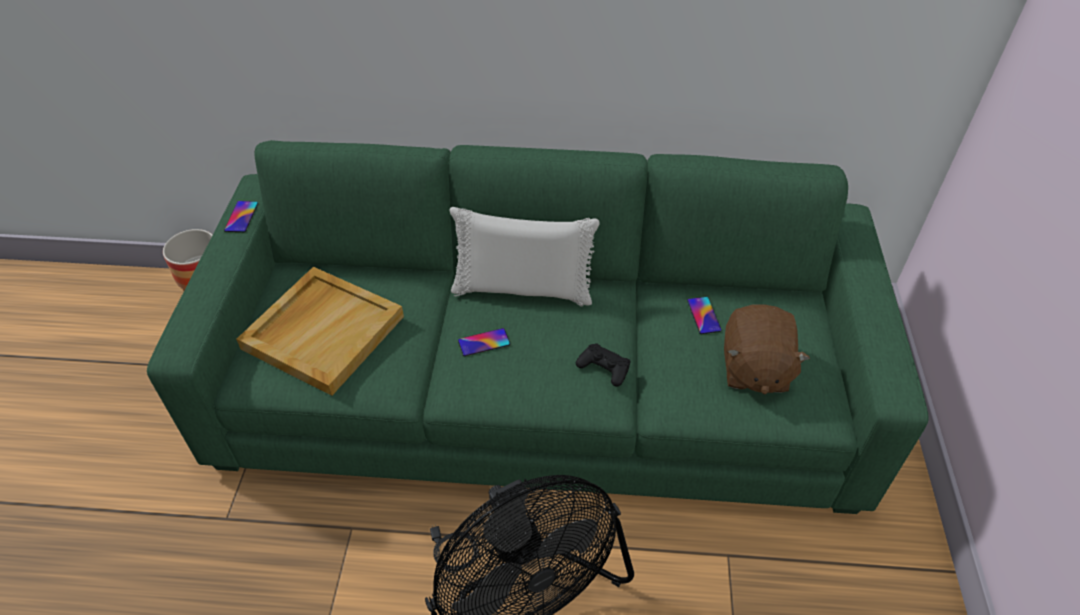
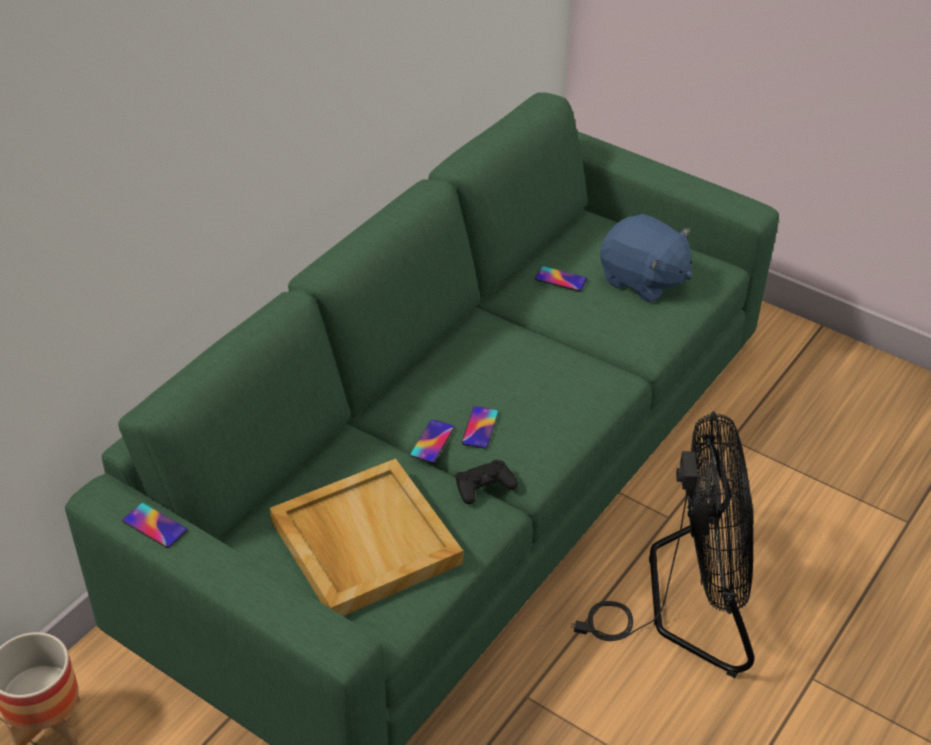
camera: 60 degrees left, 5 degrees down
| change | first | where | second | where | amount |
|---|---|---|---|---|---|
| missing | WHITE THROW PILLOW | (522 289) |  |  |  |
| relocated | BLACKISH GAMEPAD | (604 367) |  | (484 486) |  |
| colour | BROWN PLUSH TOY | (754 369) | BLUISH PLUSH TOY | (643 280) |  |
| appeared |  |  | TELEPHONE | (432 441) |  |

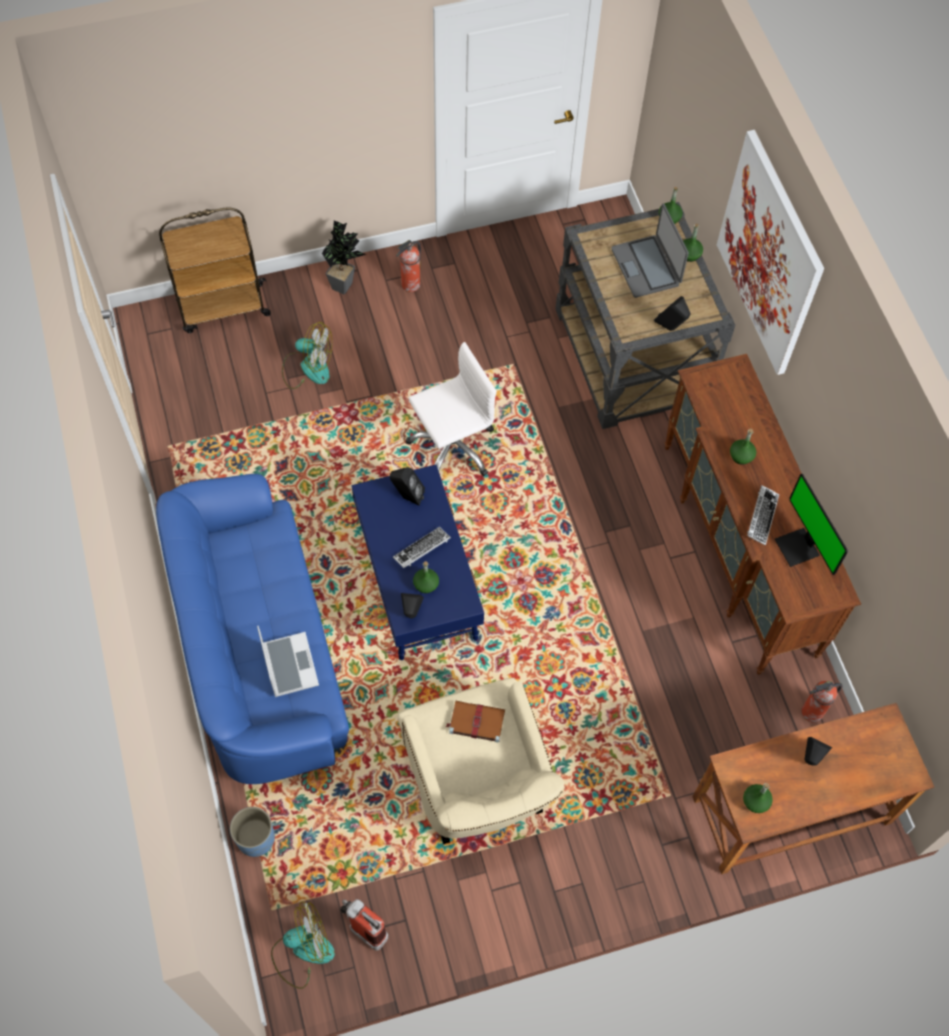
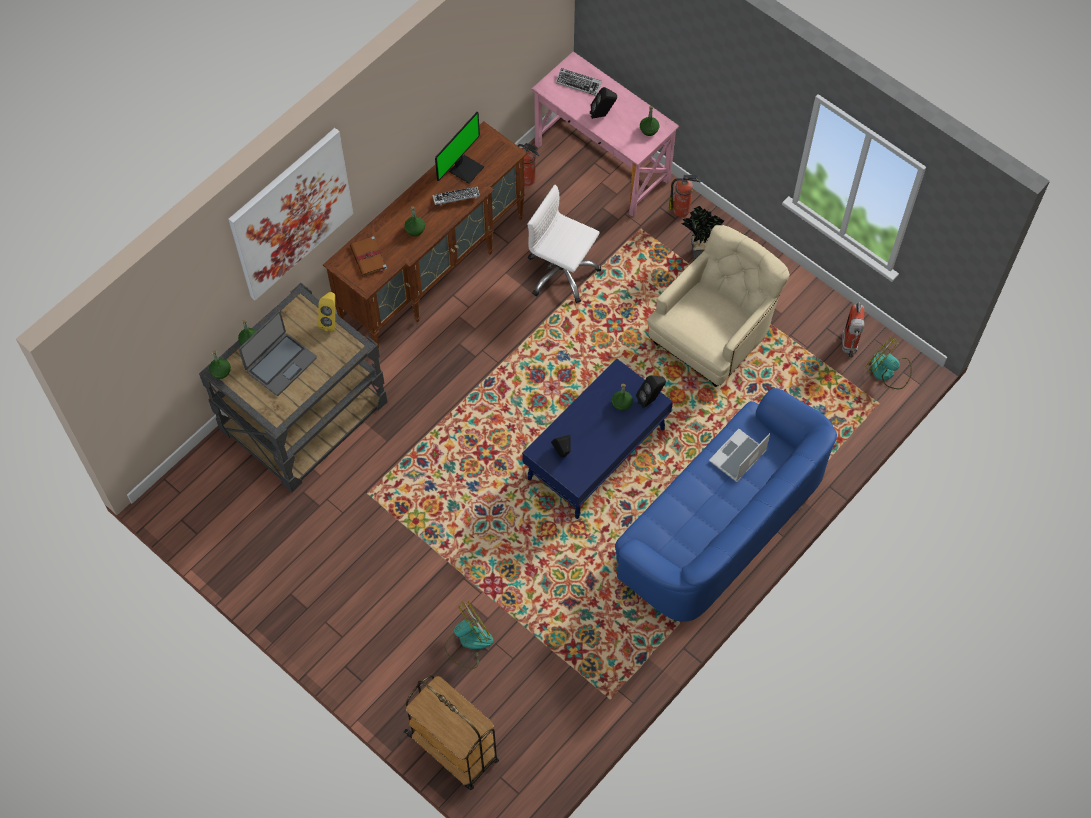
camera: 120 degrees left, 0 degrees up
| change | first | where | second | where | amount |
|---|---|---|---|---|---|
| missing | BLUISH PLANT POT | (255 838) |  |  |  |
| spun | FAN | (307 367) |  | (468 642) | 75 degrees clockwise |
| relocated | HOUSEPLANT | (345 284) |  | (696 252) |  |
| relocated | COMPUTER KEYBOARD | (422 549) |  | (579 83) |  |
| relocated | FIRE EXTINGUISHER | (410 285) |  | (682 210) |  |
| relocated | WHITE DESK CHAIR | (452 446) |  | (561 273) |  |
| relocated | BROWN BOOK | (476 722) |  | (368 258) |  |
| colour | BLACKISH AUDIO SPEAKER | (670 328) | YELLOWISH AUDIO SPEAKER | (331 321) |  |
| colour | BROWN DESK TABLE | (791 811) | PINK DESK TABLE | (602 162) |  |

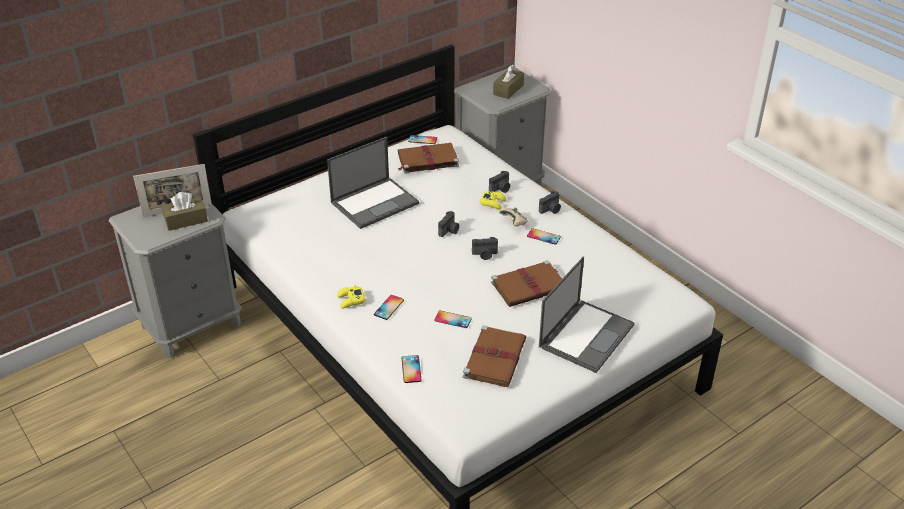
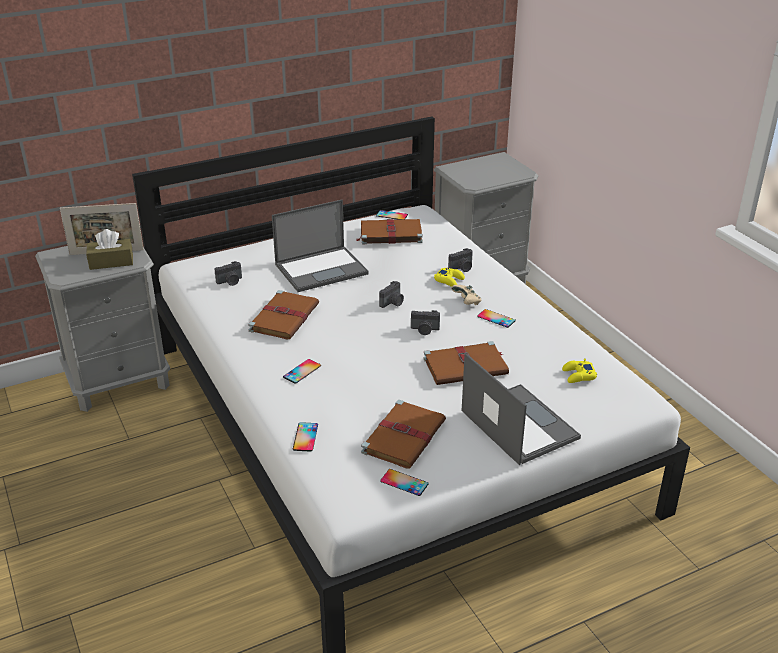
camera: 10 degrees right, 5 degrees down
| change | first | where | second | where | amount |
|---|---|---|---|---|---|
| relocated | YELLOWISH GAMEPAD | (351 300) |  | (578 375) |  |
| relocated | TELEPHONE | (453 319) |  | (404 482) |  |
| missing | BROWN TISSUE BOX | (508 90) |  |  |  |
| relocated | PHOTO CAMERA | (551 210) |  | (230 281) |  |
| spun | LAPTOP | (586 335) |  | (518 424) | 75 degrees counterclockwise |
| appeared |  |  | BROWN BOOK | (285 317) |  |

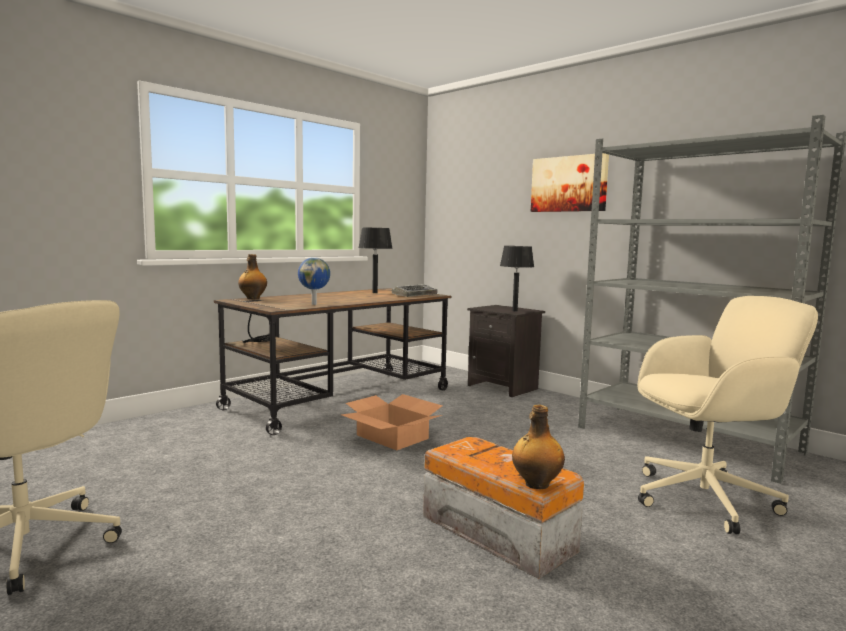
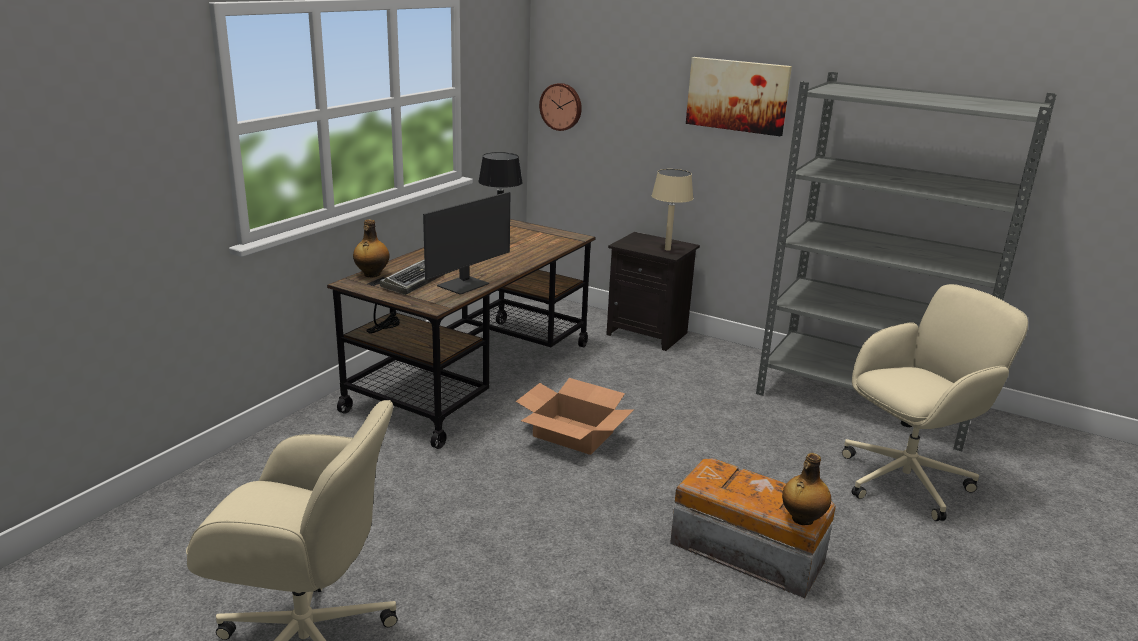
camera: 15 degrees left, 15 degrees up
| change | first | where | second | where | amount |
|---|---|---|---|---|---|
| exchanged | DESK GLOBE | (314 304) | COMPUTER SCREEN | (464 285) |  |
| relocated | COMPUTER KEYBOARD | (415 295) |  | (413 282) |  |
| colour | BLACKISH TABLE LAMP | (514 311) | BEIGE-COLOURED TABLE LAMP | (667 249) |  |
| appeared |  |  | HANGING CLOCK | (561 106) |  |

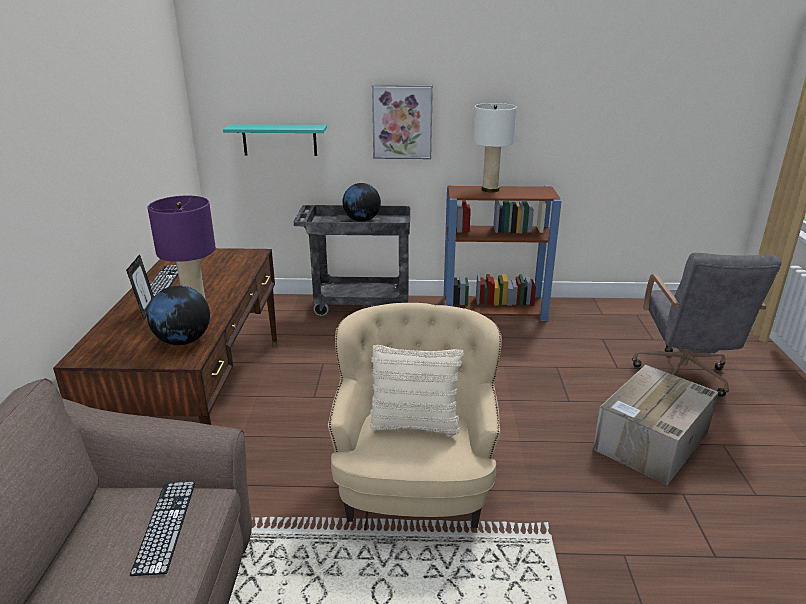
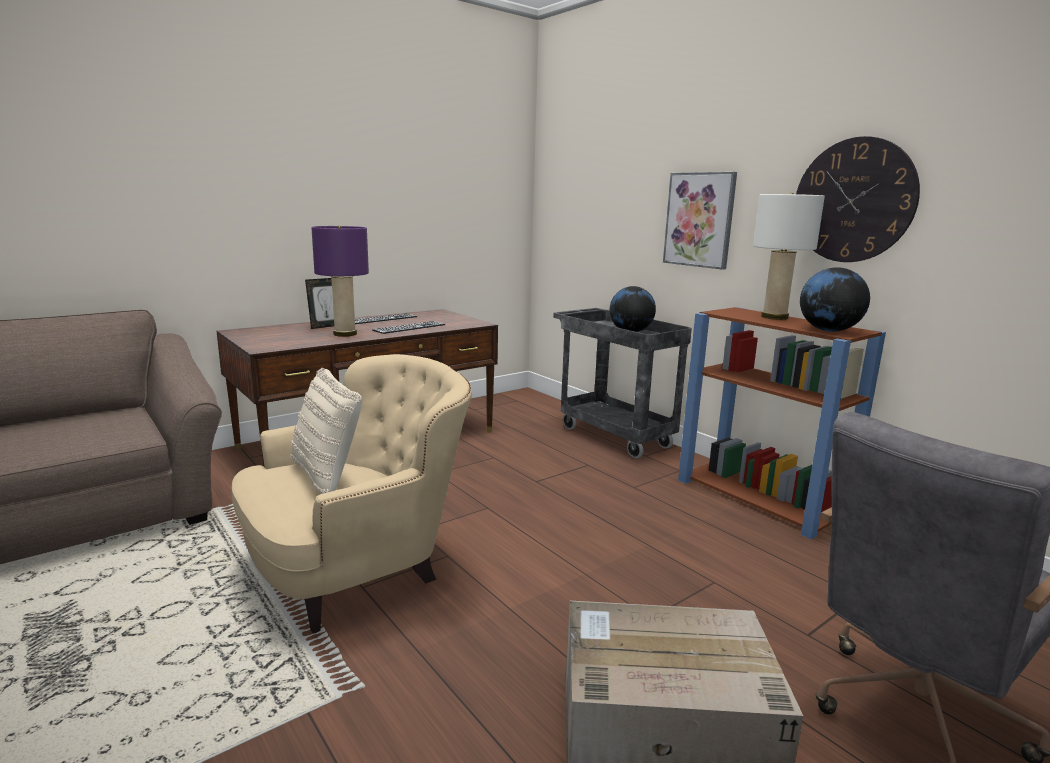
camera: 50 degrees right, 10 degrees down
| change | first | where | second | where | amount |
|---|---|---|---|---|---|
| relocated | COMPUTER KEYBOARD | (165 525) |  | (409 327) |  |
| relocated | DESK GLOBE | (183 341) |  | (829 330) |  |
| missing | TURQUOISE BRACKET SHELF | (279 140) |  |  |  |
| appeared |  |  | HANGING CLOCK | (853 200) |  |

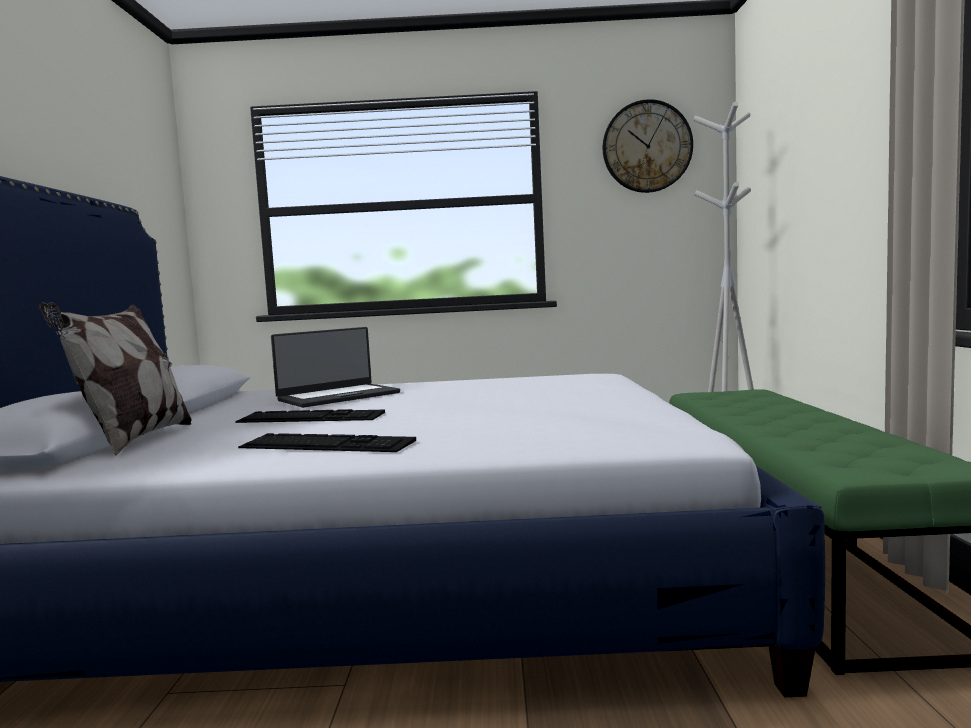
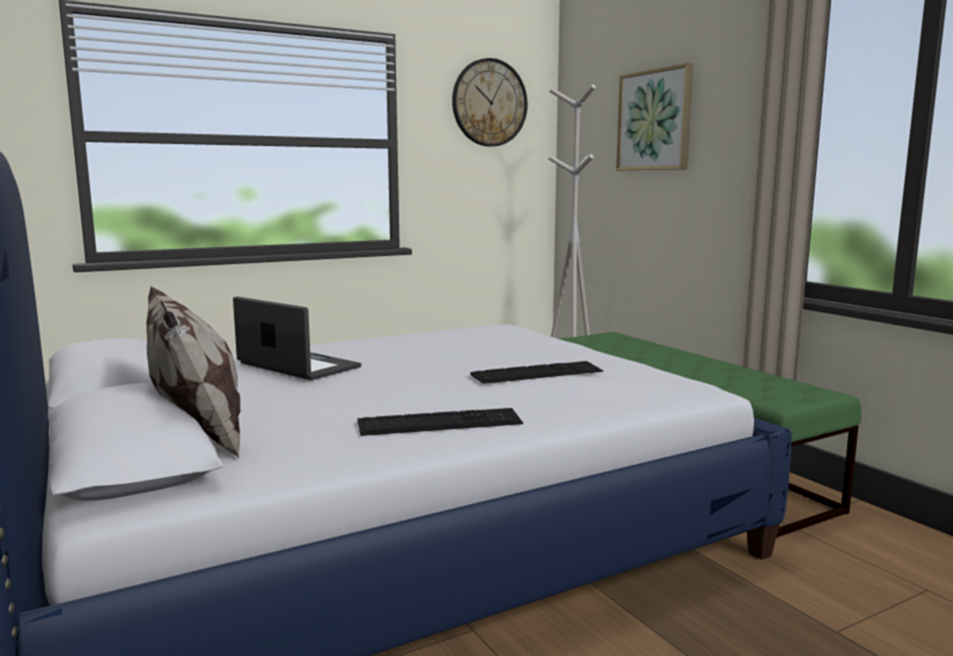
camera: 30 degrees left, 5 degrees up
| change | first | where | second | where | amount |
|---|---|---|---|---|---|
| relocated | COMPUTER KEYBOARD | (310 417) |  | (537 373) |  |
| spun | LAPTOP | (338 396) |  | (297 366) | 75 degrees counterclockwise |
| appeared |  |  | WALL ART | (655 120) |  |

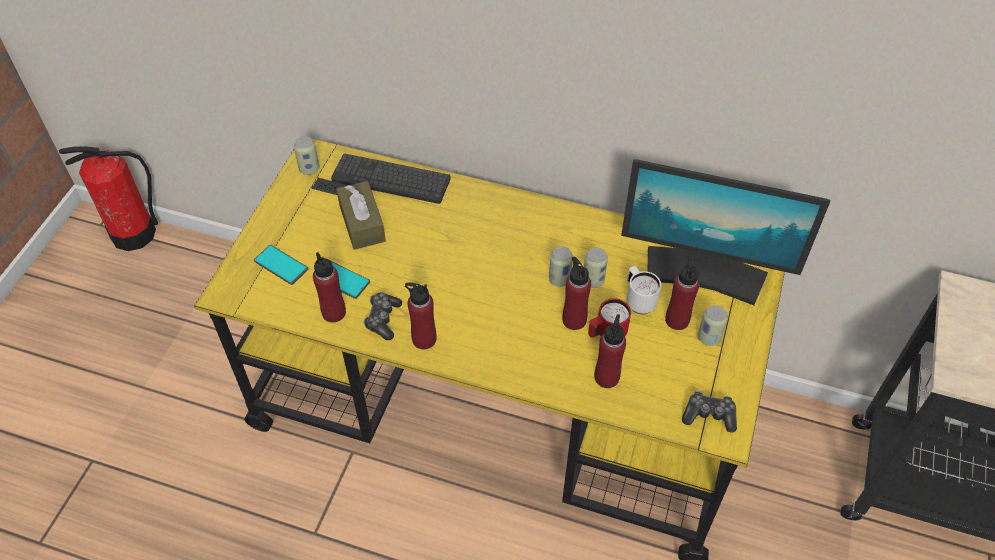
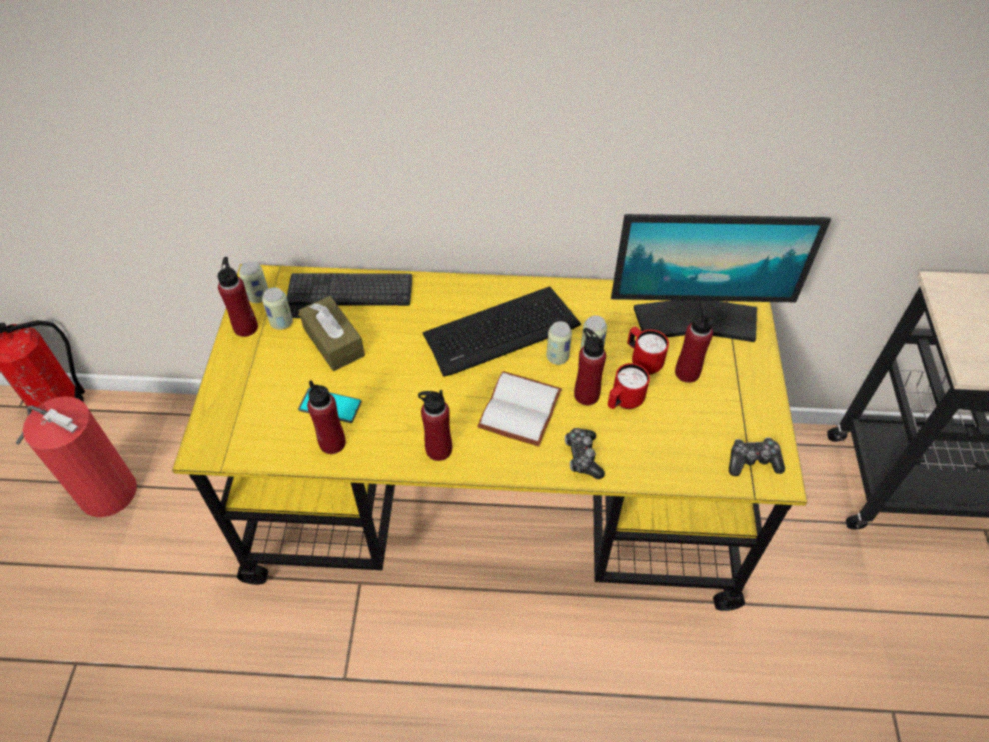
camera: 15 degrees left, 0 degrees up
| change | first | where | second | where | amount |
|---|---|---|---|---|---|
| missing | TELEPHONE | (281 265) |  |  |  |
| relocated | GAMEPAD | (383 319) |  | (583 457) |  |
| relocated | RED DRINK BOTTLE | (607 377) |  | (246 327) |  |
| colour | WHITE COFFEE MUG | (638 300) | RED COFFEE MUG | (642 361) |  |
| relocated | SEALED CAN | (708 338) |  | (281 323) |  |
| appeared |  |  | FIRE EXTINGUISHER | (105 490) |  |
| appeared |  |  | COMPUTER KEYBOARD | (501 332) |  |
| appeared |  |  | WHITE BOOK | (522 411) |  |

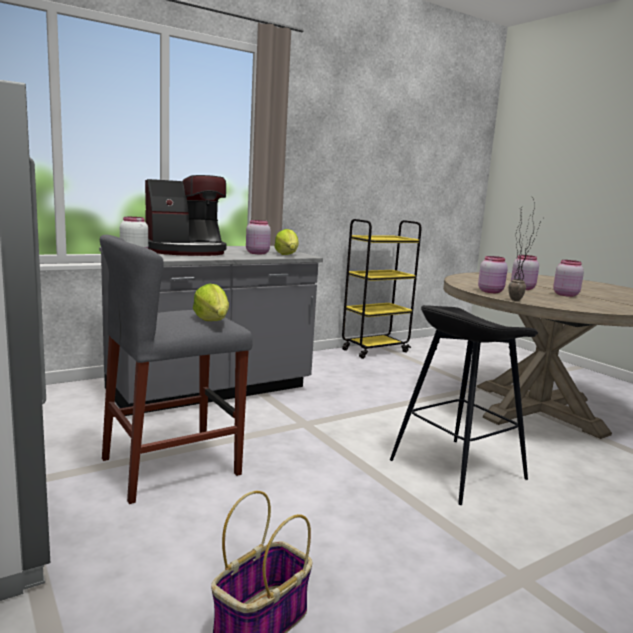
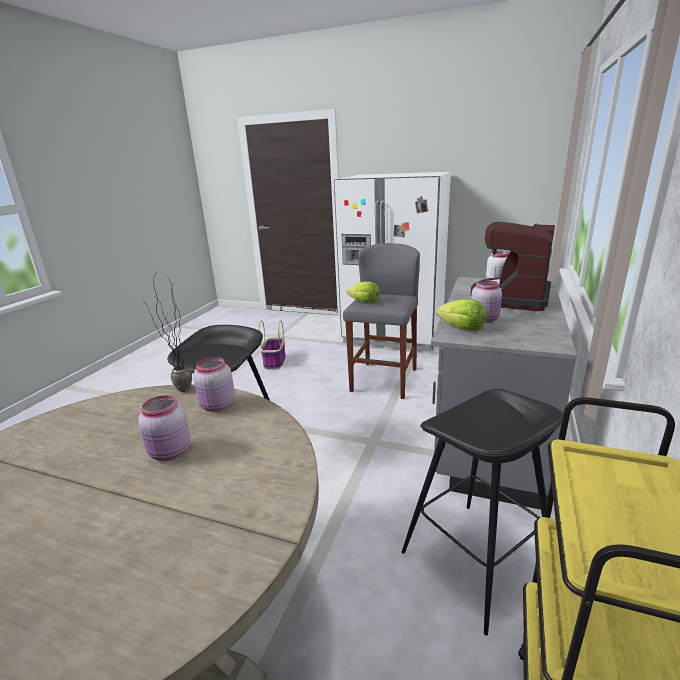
camera: 145 degrees right, 10 degrees up
| change | first | where | second | where | amount |
|---|---|---|---|---|---|
| missing | PINK STORAGE JAR | (565 294) |  |  |  |
| appeared |  |  | BLACKISH STOOL | (475 562) |  |

